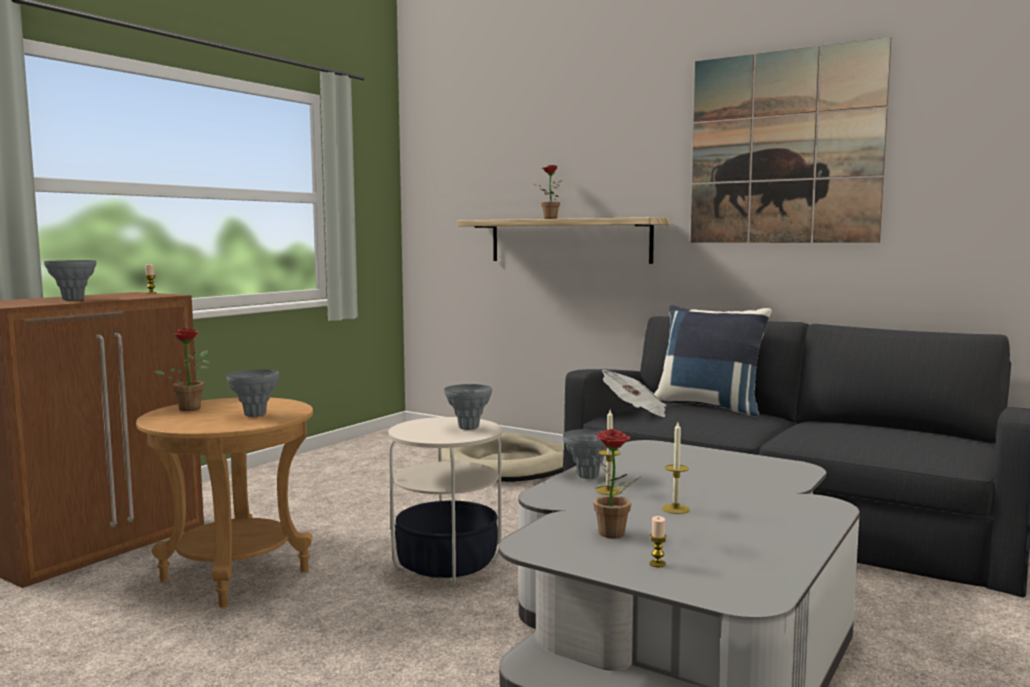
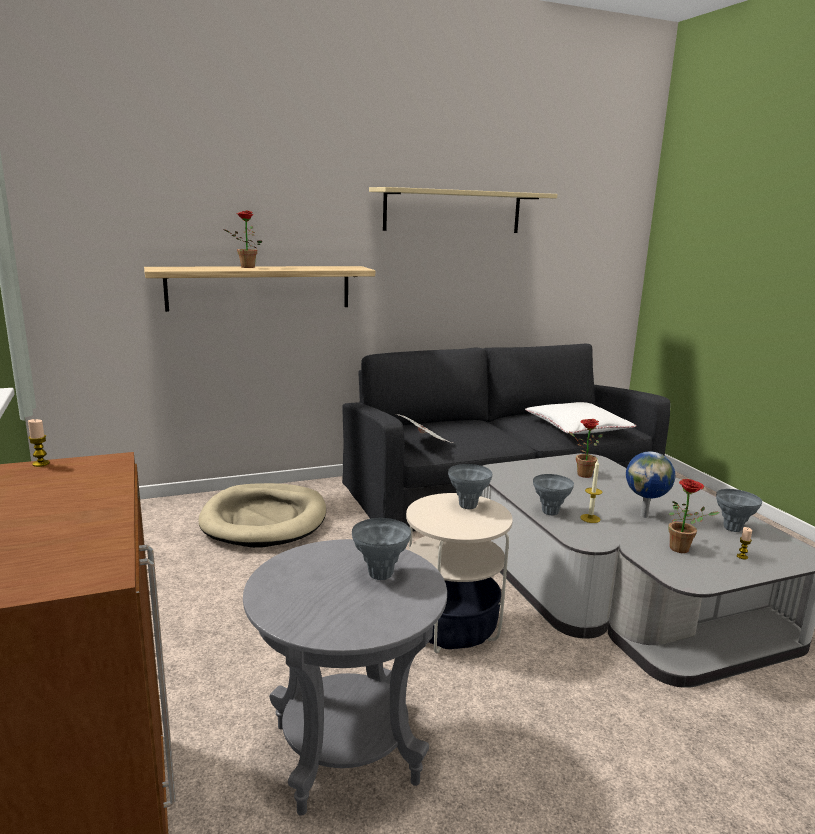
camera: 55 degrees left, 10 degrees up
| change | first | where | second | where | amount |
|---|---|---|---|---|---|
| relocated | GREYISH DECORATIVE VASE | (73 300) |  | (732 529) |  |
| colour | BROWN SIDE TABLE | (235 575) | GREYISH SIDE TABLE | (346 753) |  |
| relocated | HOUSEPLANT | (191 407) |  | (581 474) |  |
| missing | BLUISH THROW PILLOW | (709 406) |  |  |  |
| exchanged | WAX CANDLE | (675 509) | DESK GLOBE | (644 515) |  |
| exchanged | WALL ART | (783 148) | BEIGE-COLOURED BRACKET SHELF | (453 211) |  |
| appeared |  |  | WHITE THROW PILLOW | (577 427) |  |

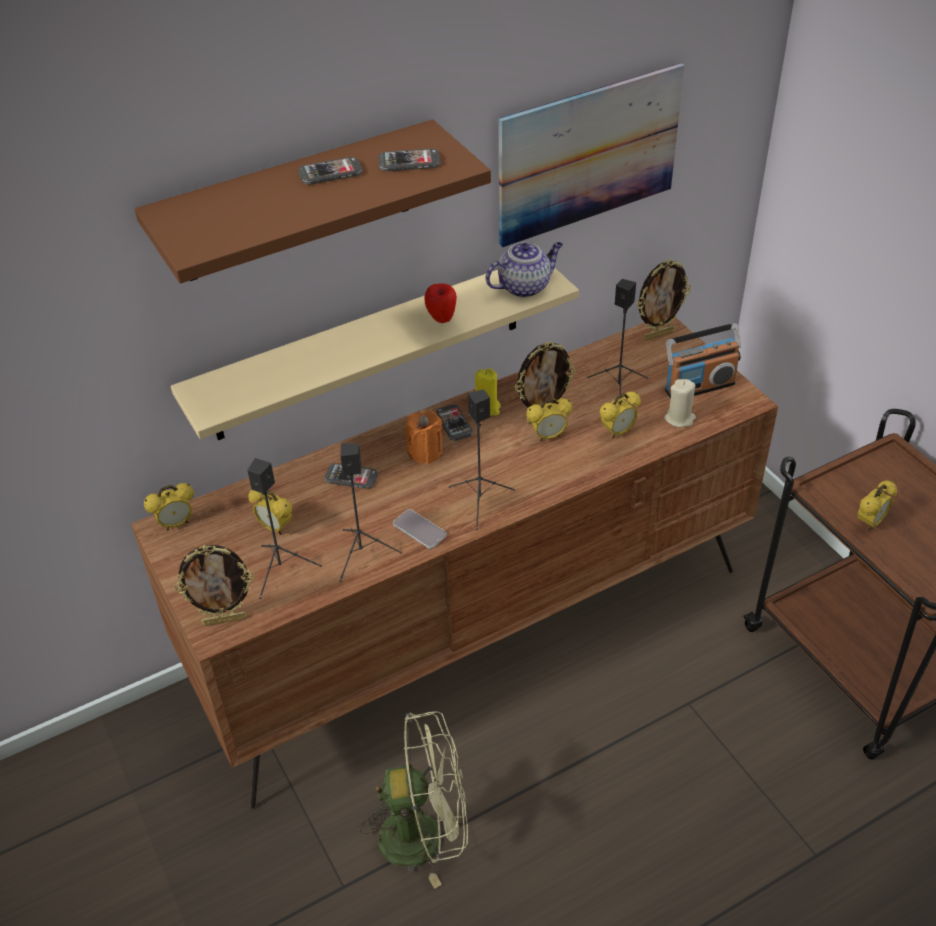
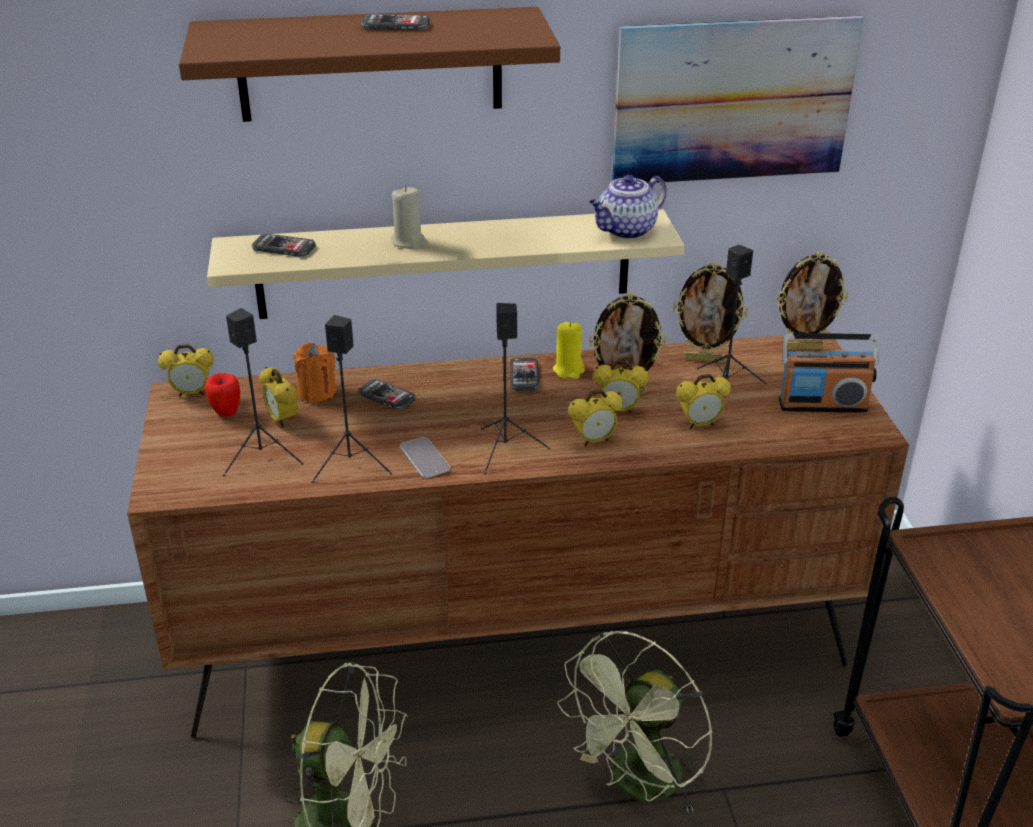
camera: 20 degrees right, 10 degrees down
| change | first | where | second | where | amount |
|---|---|---|---|---|---|
| relocated | PICTURE FRAME | (225 620) |  | (704 360) |  |
| relocated | TELEPHONE | (409 162) |  | (284 247) |  |
| relocated | ORANGE WAX CANDLE | (425 452) |  | (317 392) |  |
| relocated | WHOLE APPLE | (441 319) |  | (226 413) |  |
| spun | TEAPOT | (524 286) |  | (626 231) | 150 degrees clockwise |
| relocated | BEIGE-COLOURED WAX CANDLE | (679 418) |  | (409 242) |  |
| relocated | ALARM CLOCK | (870 523) |  | (594 441) |  |
| appeared |  |  | GREENISH FAN | (638 786) |  |

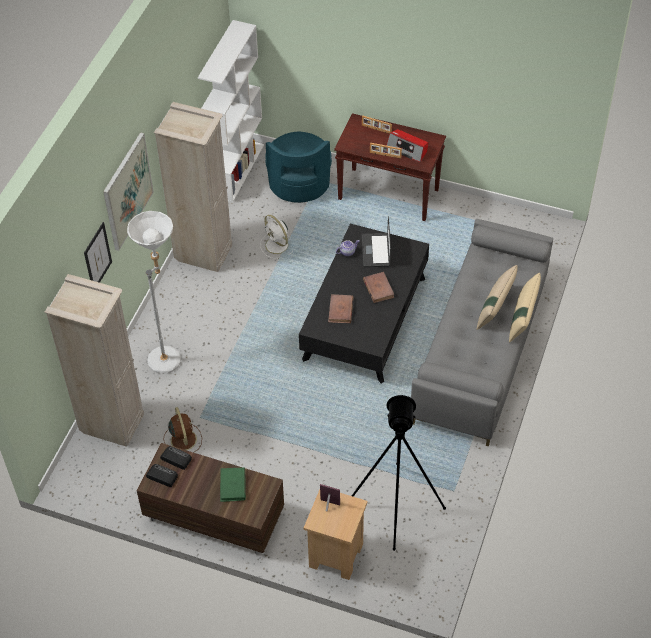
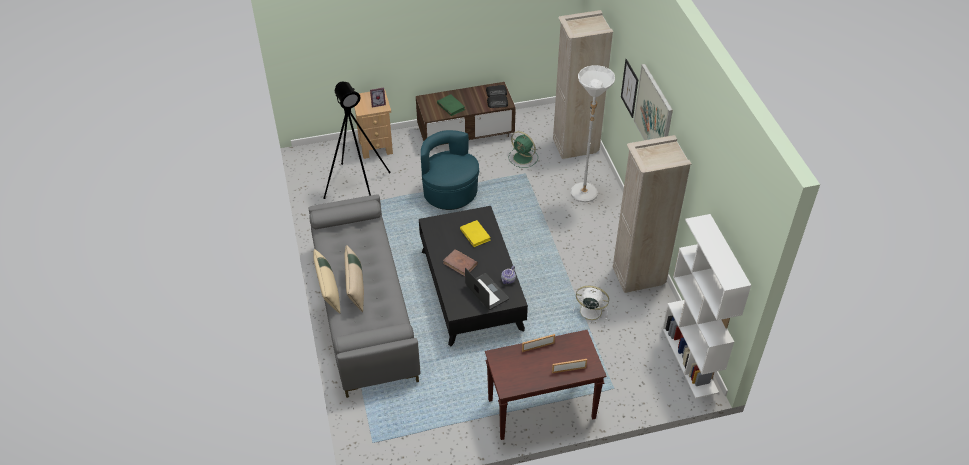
camera: 145 degrees right, 5 degrees down
| change | first | where | second | where | amount |
|---|---|---|---|---|---|
| colour | BROWN FAN | (183 439) | GREENISH FAN | (523 158) |  |
| relocated | TURQUOISE LOUNGE CHAIR | (299 183) |  | (451 193) |  |
| colour | BROWN BOOK | (340 310) | YELLOWISH BOOK | (475 235) |  |
| missing | RADIO SET | (407 149) |  |  |  |

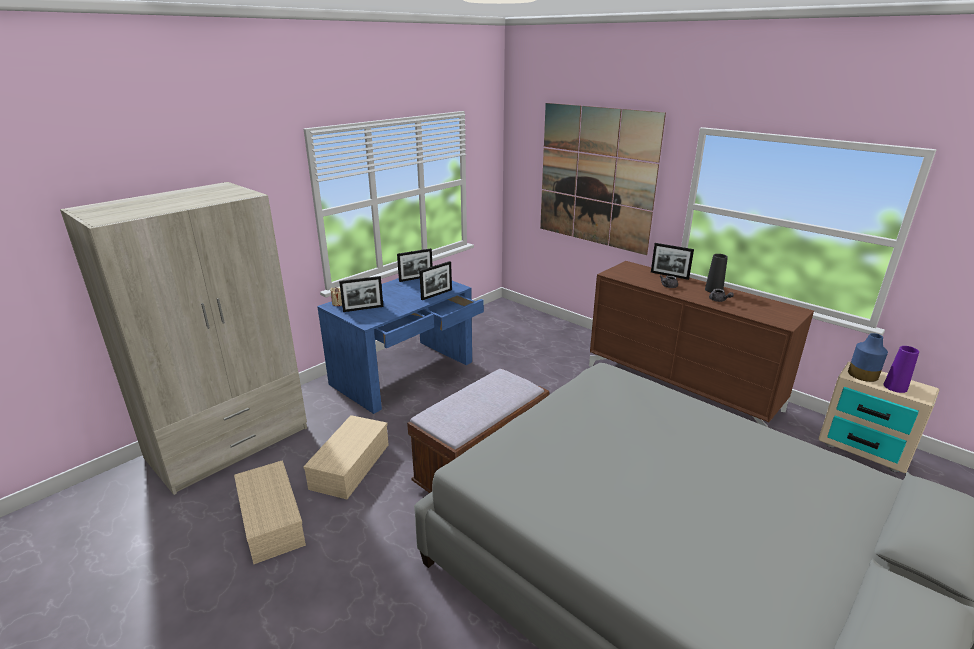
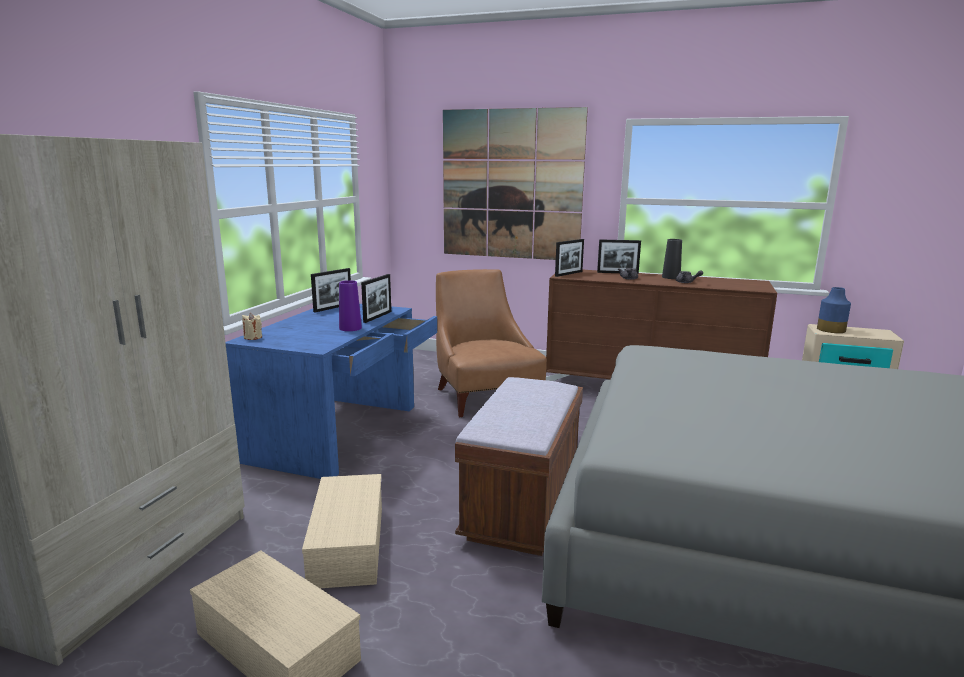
camera: 25 degrees left, 10 degrees down
| change | first | where | second | where | amount |
|---|---|---|---|---|---|
| relocated | PICTURE FRAME | (363 309) |  | (568 274) |  |
| relocated | PURPLISH DECORATIVE VASE | (895 387) |  | (350 328) |  |
| appeared |  |  | BROWN LOUNGE CHAIR | (484 394) |  |

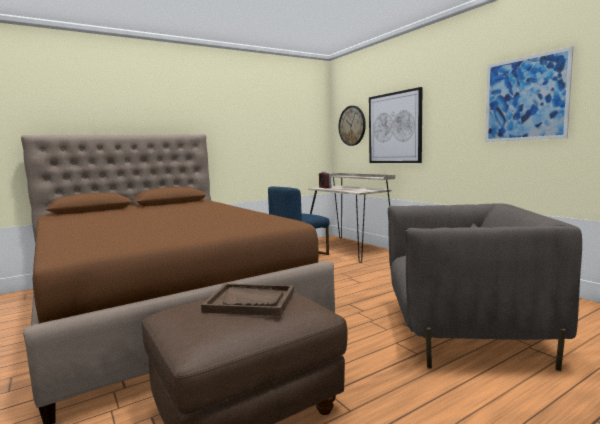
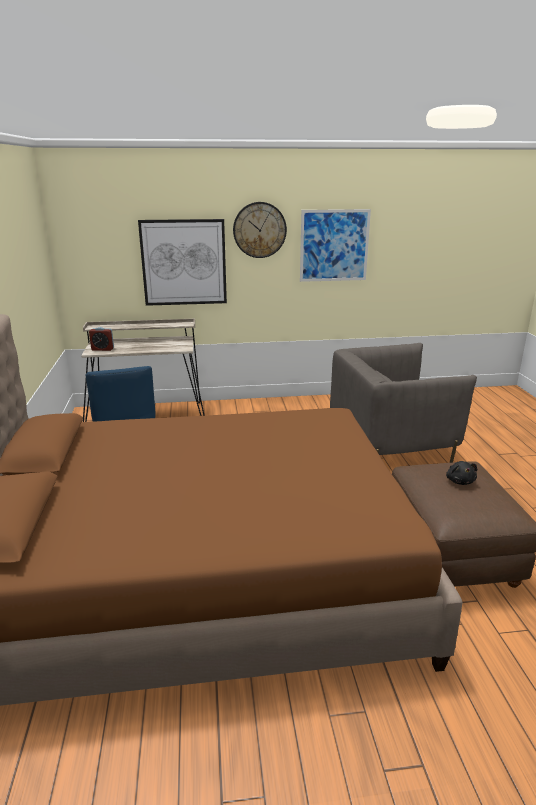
camera: 65 degrees left, 15 degrees up
| change | first | where | second | where | amount |
|---|---|---|---|---|---|
| exchanged | BROWN SERVING TRAY | (250 302) | BLACKISH PLUSH TOY | (460 481) |  |
| relocated | HANGING CLOCK | (352 125) |  | (259 230) |  |
| spun | GREYISH LOUNGE CHAIR | (464 330) |  | (391 443) | 135 degrees counterclockwise |

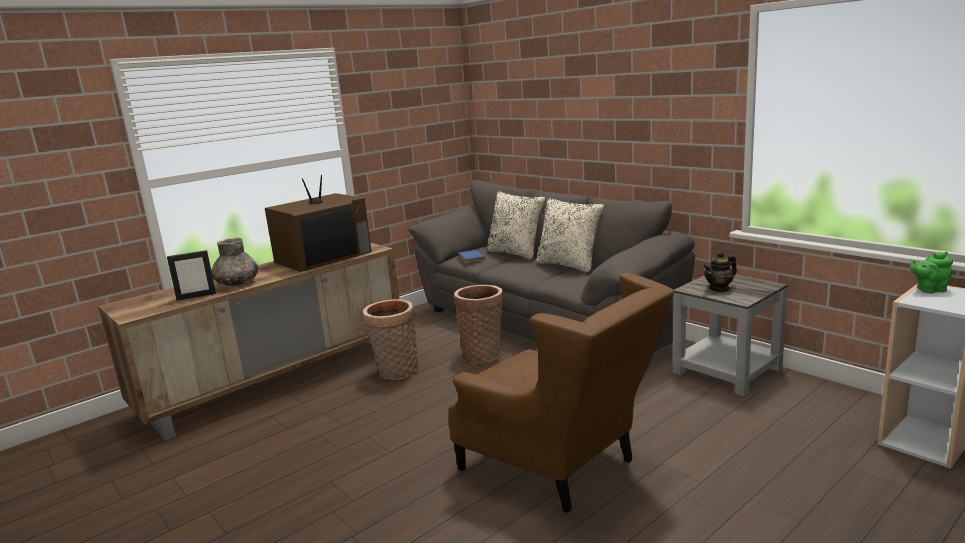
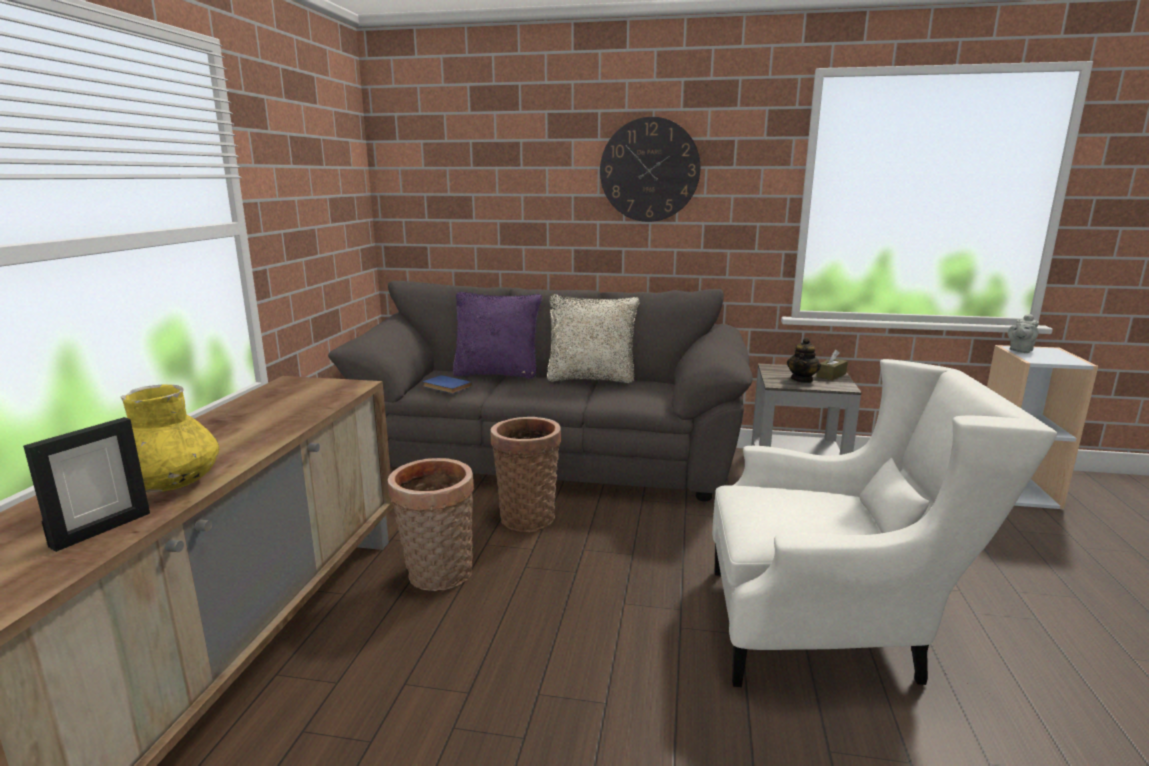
camera: 40 degrees left, 0 degrees up
| change | first | where | second | where | amount |
|---|---|---|---|---|---|
| colour | GREYISH DECORATIVE VASE | (237 284) | YELLOWISH DECORATIVE VASE | (169 484) |  |
| missing | TELEVISION | (324 257) |  |  |  |
| colour | BROWN LOUNGE CHAIR | (561 467) | WHITE LOUNGE CHAIR | (831 629) |  |
| colour | BEIGE-COLOURED THROW PILLOW | (516 254) | PURPLISH THROW PILLOW | (497 375) |  |
| colour | GREENISH TEAPOT | (929 290) | GREYISH TEAPOT | (1020 350) |  |
| appeared |  |  | HANGING CLOCK | (649 170) |  |
| appeared |  |  | BROWN TISSUE BOX | (831 375) |  |

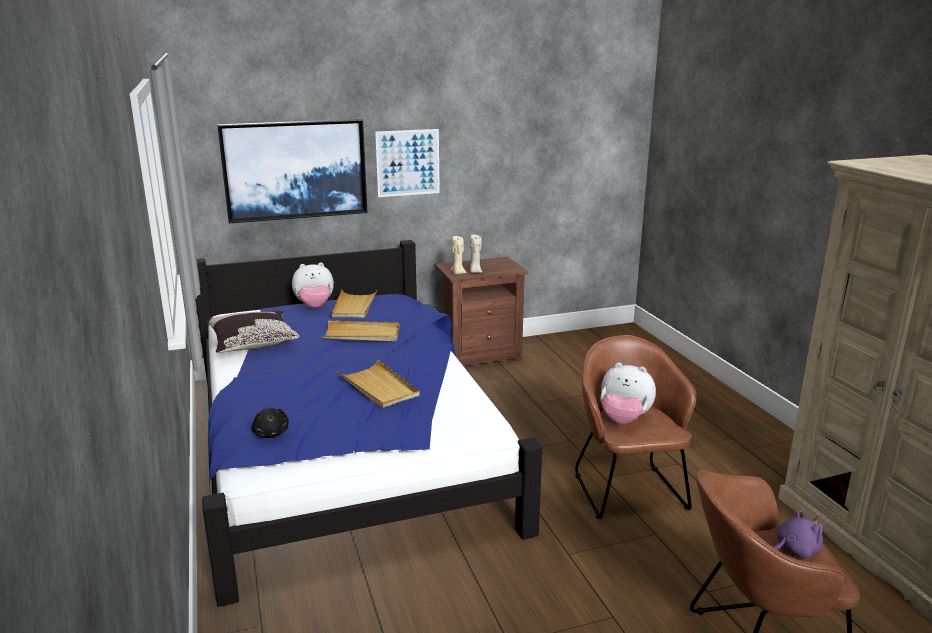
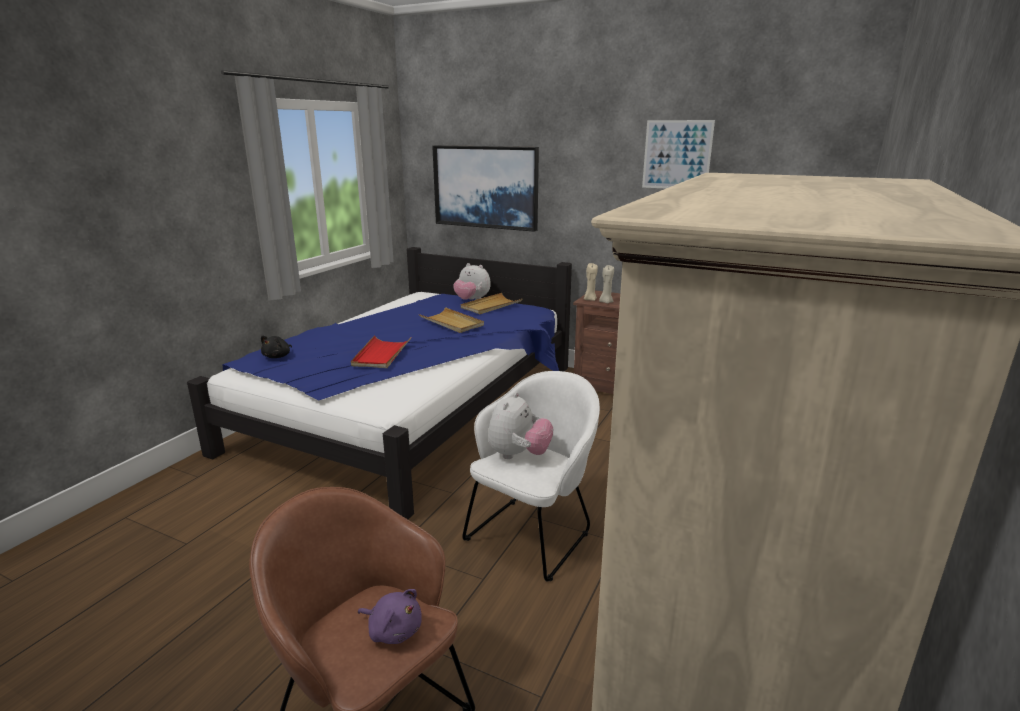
camera: 45 degrees right, 0 degrees up
| change | first | where | second | where | amount |
|---|---|---|---|---|---|
| missing | THROW PILLOW | (253 343) |  |  |  |
| colour | BEIGE-COLOURED SERVING TRAY | (379 387) | RED SERVING TRAY | (381 354) |  |
| relocated | WALL ART | (408 163) |  | (677 155) |  |
| colour | BROWN LOUNGE CHAIR | (627 487) | WHITE LOUNGE CHAIR | (533 533) |  |
| spun | PLUSH TOY | (624 420) |  | (519 455) | 135 degrees counterclockwise |

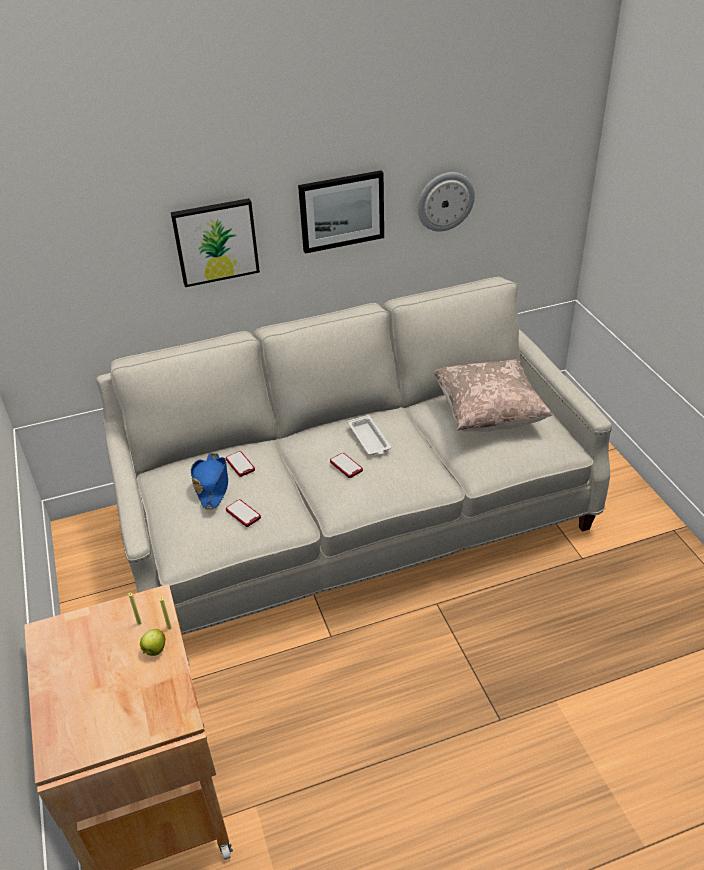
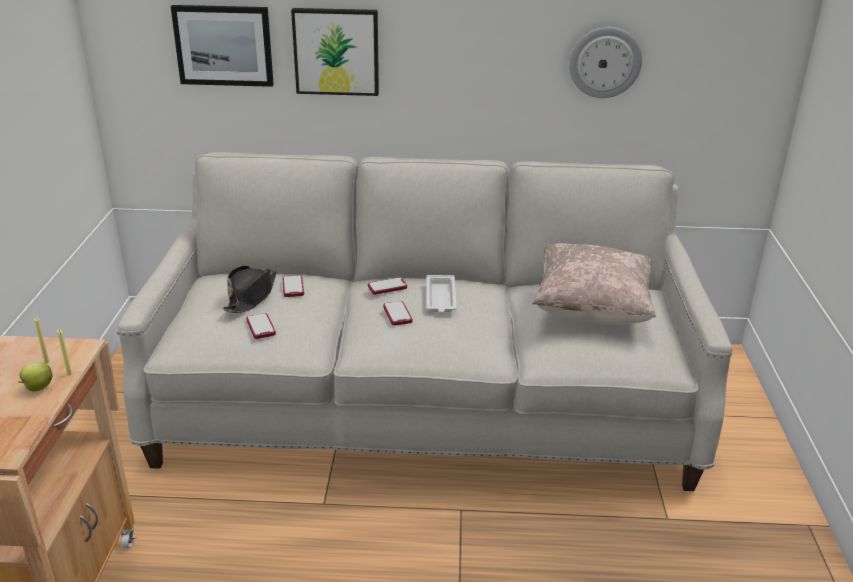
camera: 20 degrees right, 10 degrees down
| change | first | where | second | where | amount |
|---|---|---|---|---|---|
| colour | BLUISH CLOTHING HAT | (212 485) | BLACKISH CLOTHING HAT | (251 296) |  |
| relocated | WALL ART | (341 211) |  | (224 45) |  |
| appeared |  |  | TELEPHONE | (387 287) |  |

